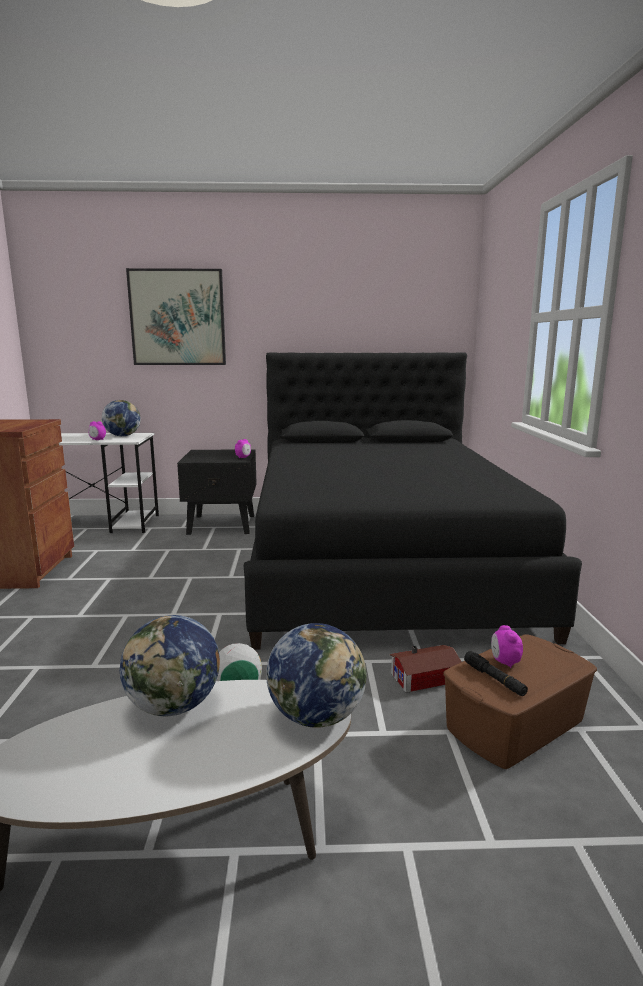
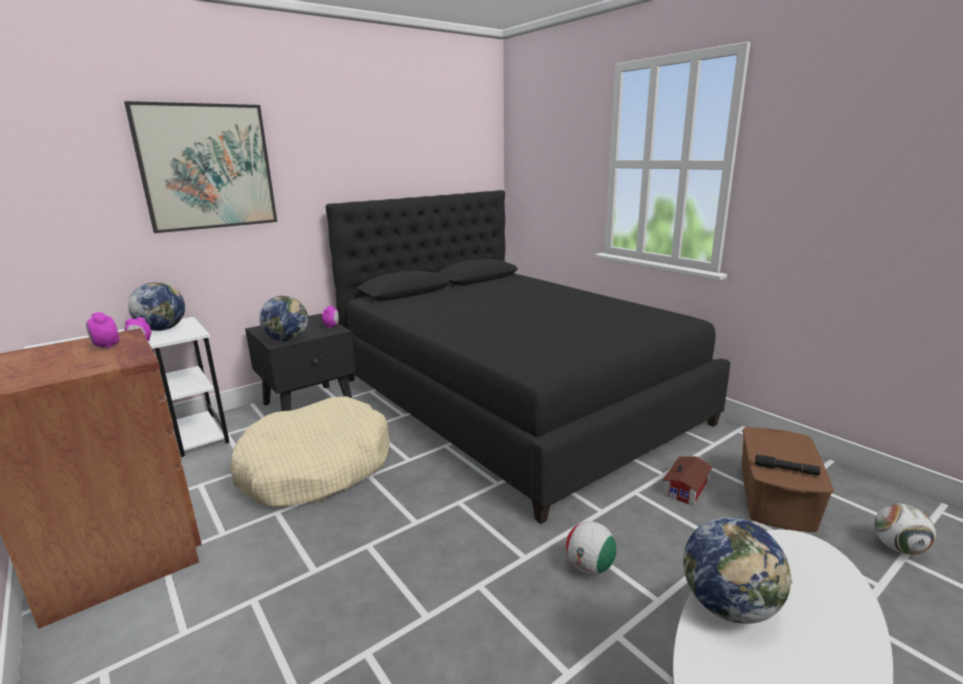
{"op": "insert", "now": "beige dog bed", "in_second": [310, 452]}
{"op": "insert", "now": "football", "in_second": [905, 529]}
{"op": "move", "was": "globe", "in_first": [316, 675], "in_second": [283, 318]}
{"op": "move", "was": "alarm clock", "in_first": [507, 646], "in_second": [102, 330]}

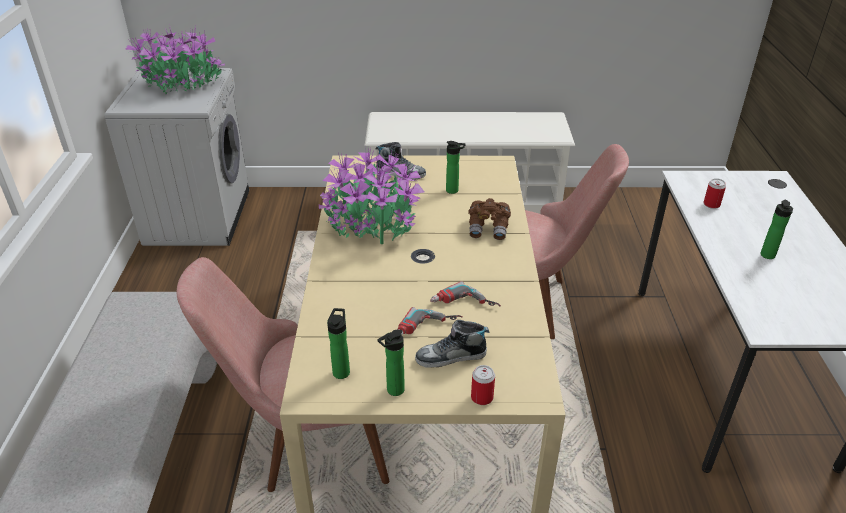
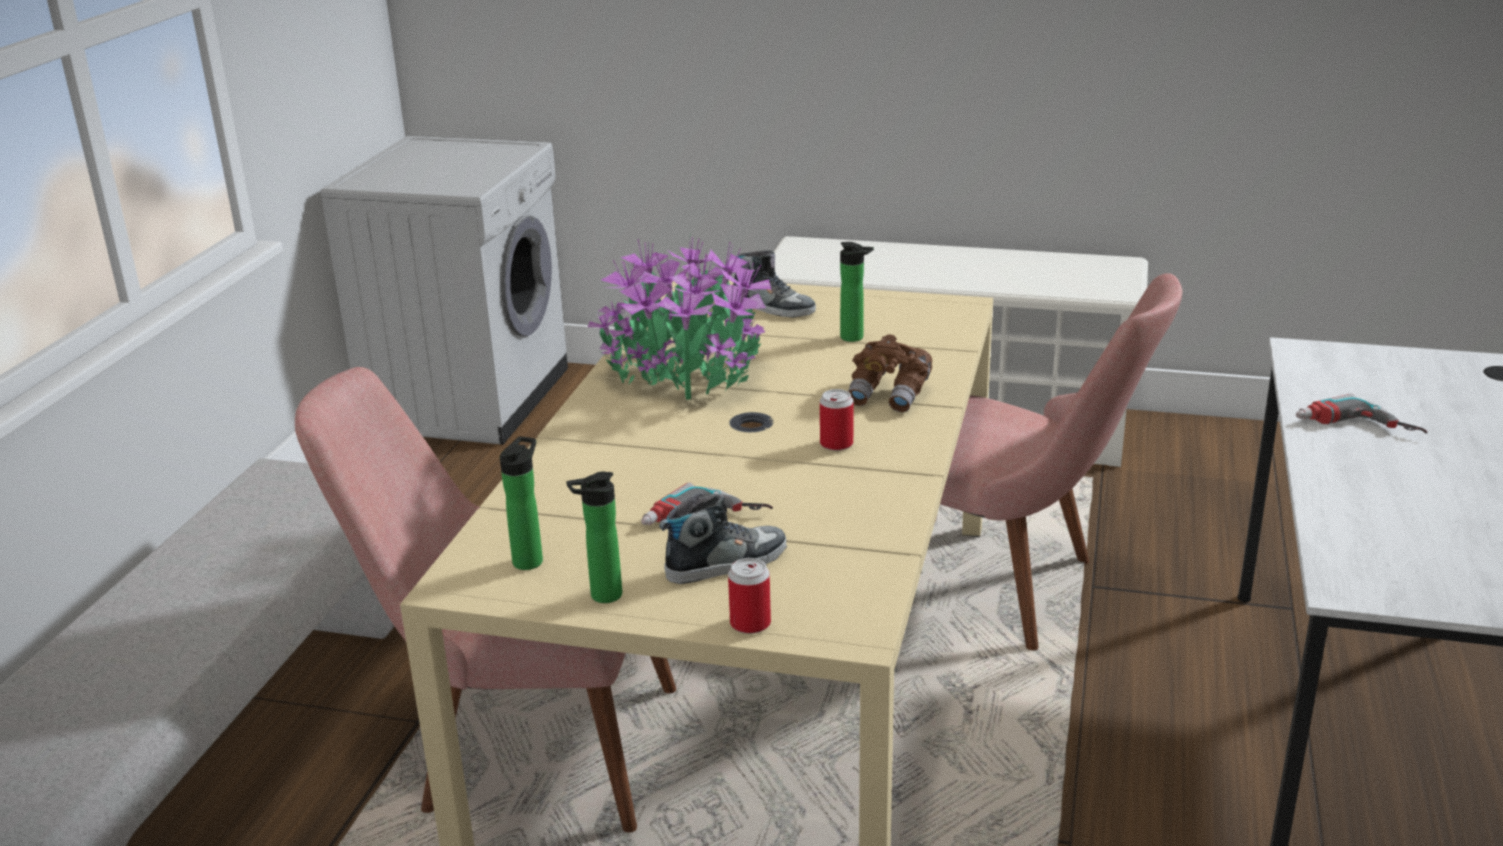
{"op": "delete", "was": "potted plant", "in_first": [175, 60]}
{"op": "delete", "was": "bottle", "in_first": [776, 229]}
{"op": "move", "was": "power drill", "in_first": [465, 294], "in_second": [1362, 413]}
{"op": "move", "was": "can", "in_first": [714, 193], "in_second": [837, 420]}
{"op": "rotate", "was": "shoe", "in_first": [452, 344], "in_second": [723, 538], "clockwise": 150}

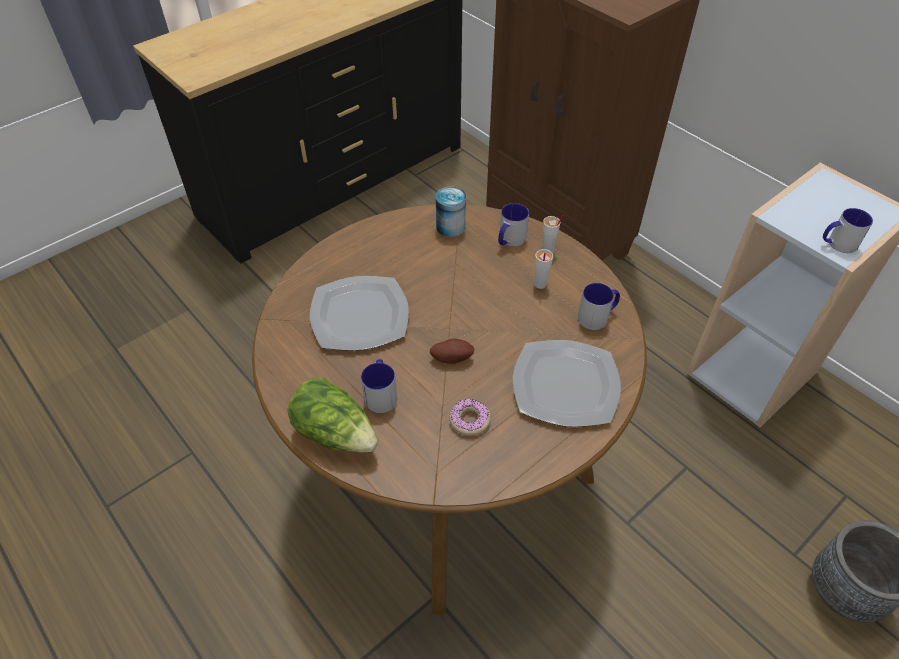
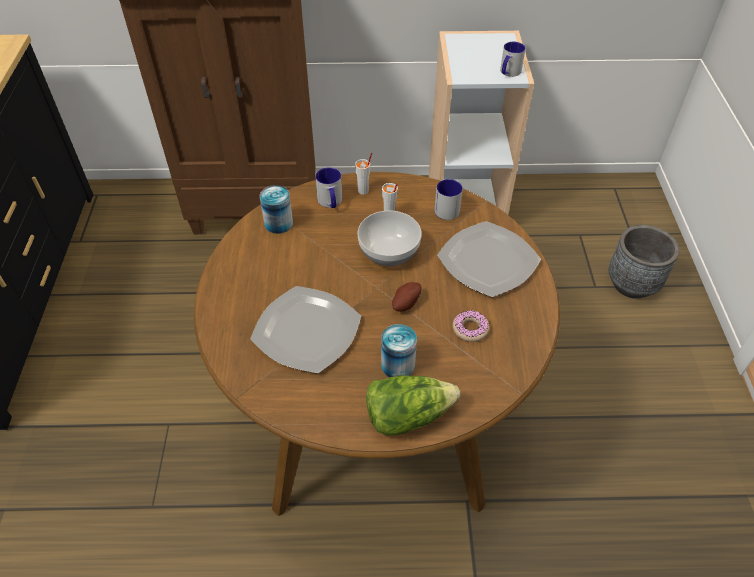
{"op": "insert", "now": "bowl", "in_second": [390, 238]}
{"op": "replace", "was": "mug", "now": "can", "in_first": [379, 386], "in_second": [399, 350]}

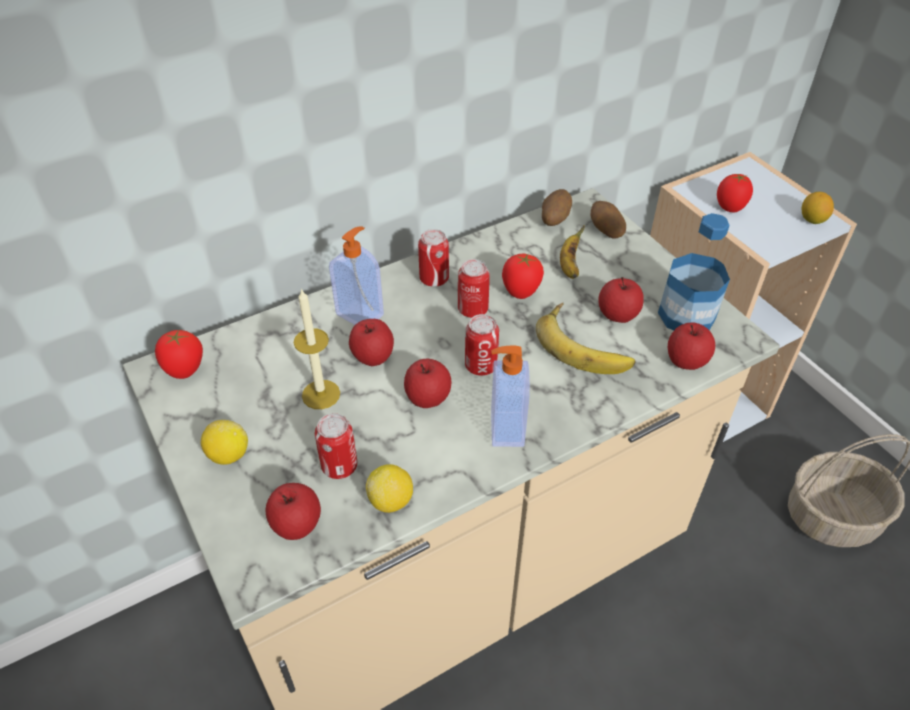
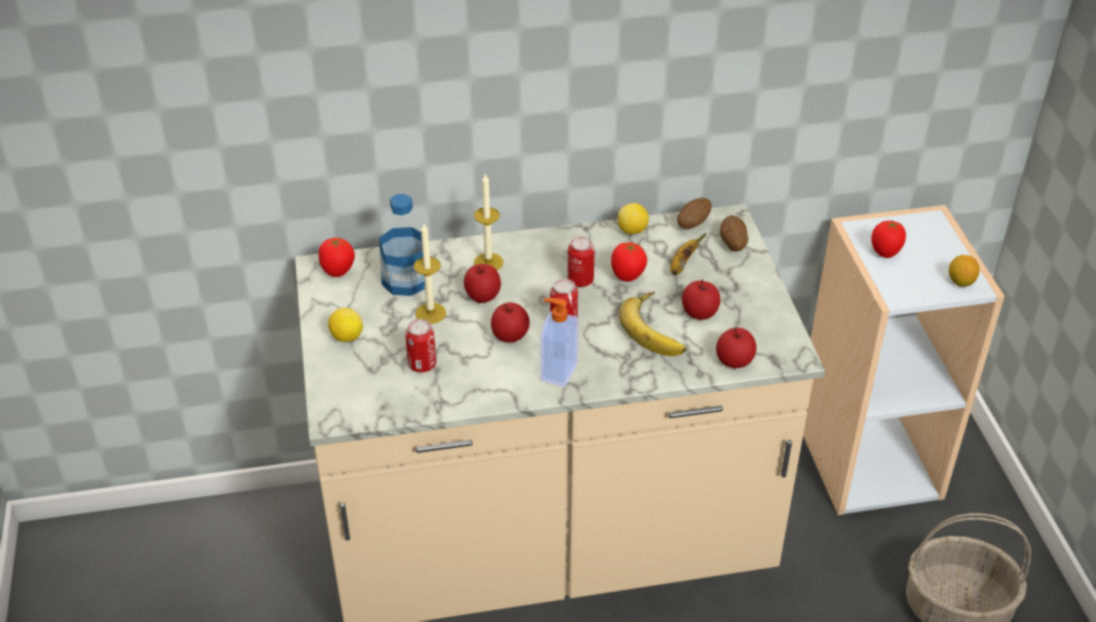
{"op": "delete", "was": "apple", "in_first": [293, 511]}
{"op": "delete", "was": "can", "in_first": [433, 258]}
{"op": "move", "was": "lemon", "in_first": [389, 488], "in_second": [633, 218]}
{"op": "move", "was": "bottle", "in_first": [694, 272], "in_second": [402, 245]}
{"op": "replace", "was": "soap dispenser", "now": "candle", "in_first": [356, 275], "in_second": [488, 222]}

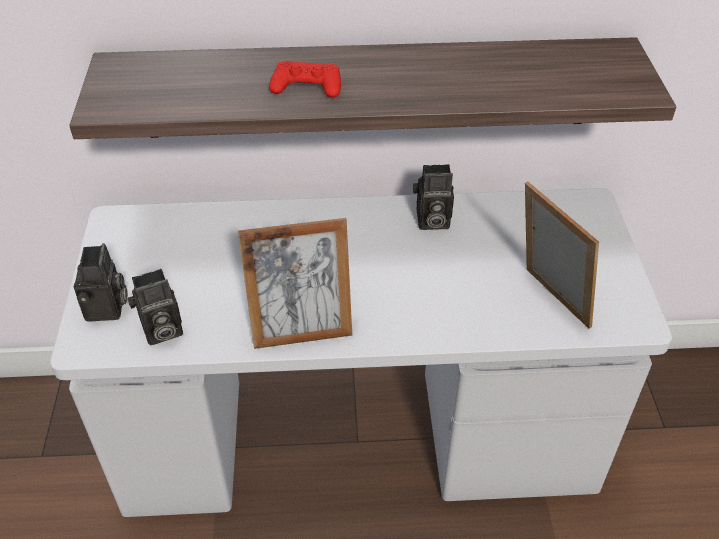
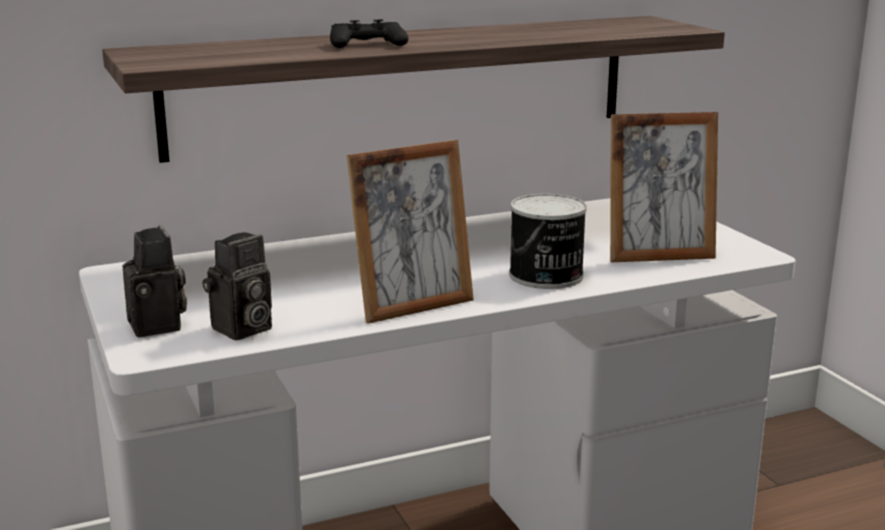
{"op": "delete", "was": "photo camera", "in_first": [433, 197]}
{"op": "insert", "now": "can", "in_second": [548, 241]}
{"op": "recolor", "was": "red game controller", "now": "black game controller", "in_first": [305, 79], "in_second": [369, 34]}
{"op": "rotate", "was": "picture frame", "in_first": [562, 255], "in_second": [664, 187], "clockwise": 135}

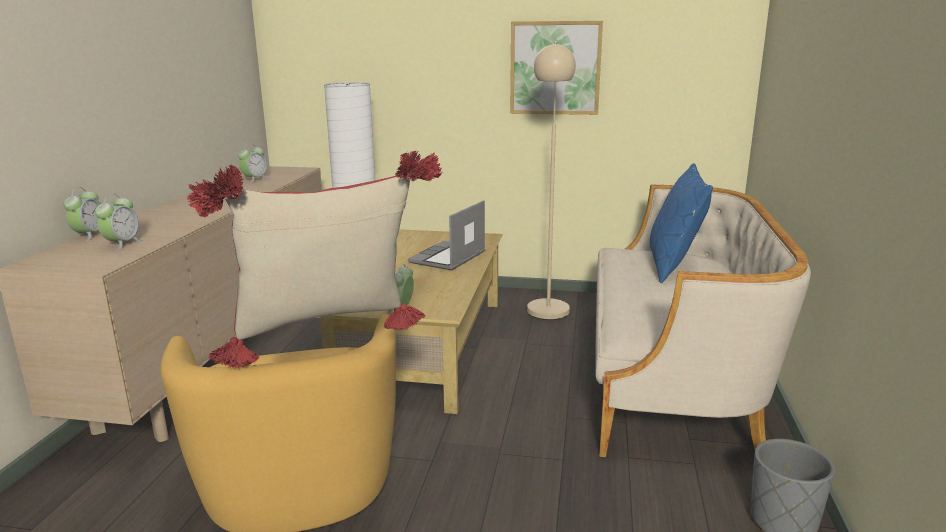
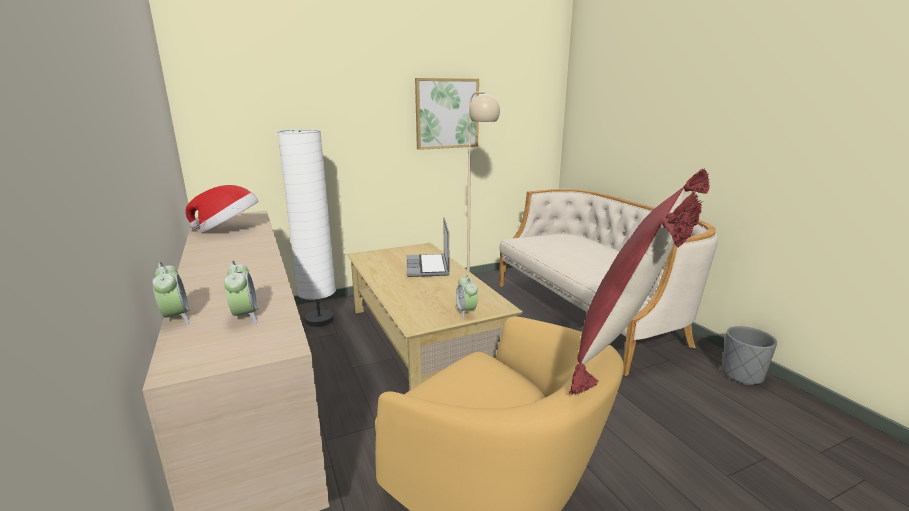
{"op": "delete", "was": "blue pillow", "in_first": [681, 223]}
{"op": "replace", "was": "alarm clock", "now": "hat", "in_first": [253, 163], "in_second": [222, 208]}

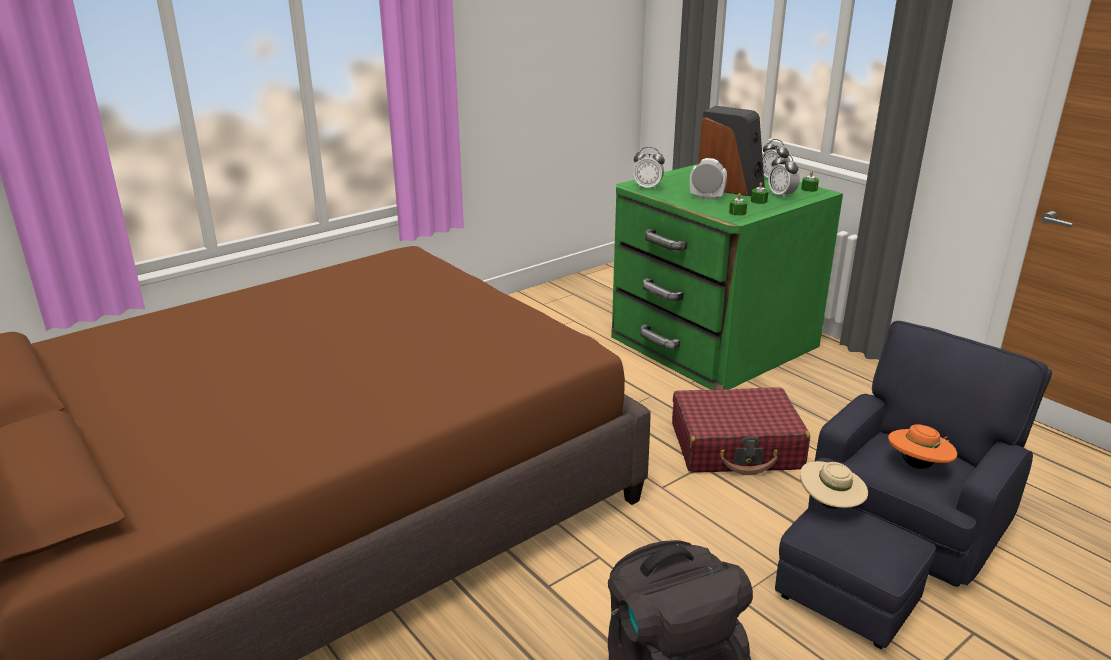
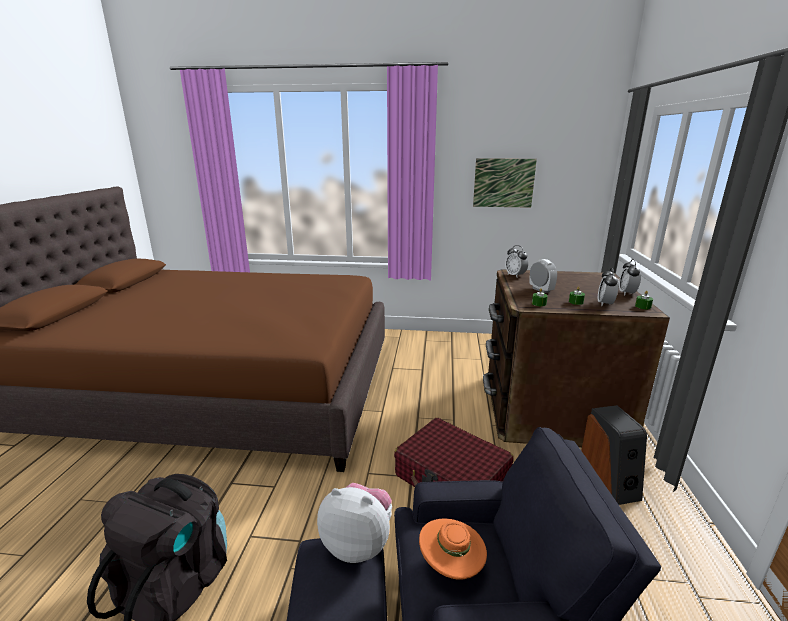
{"op": "insert", "now": "picture", "in_second": [505, 183]}
{"op": "move", "was": "speaker", "in_first": [731, 151], "in_second": [614, 455]}
{"op": "replace", "was": "beige hat", "now": "plush toy", "in_first": [834, 485], "in_second": [354, 523]}
{"op": "recolor", "was": "green dresser", "now": "brown dresser", "in_first": [727, 277], "in_second": [576, 358]}

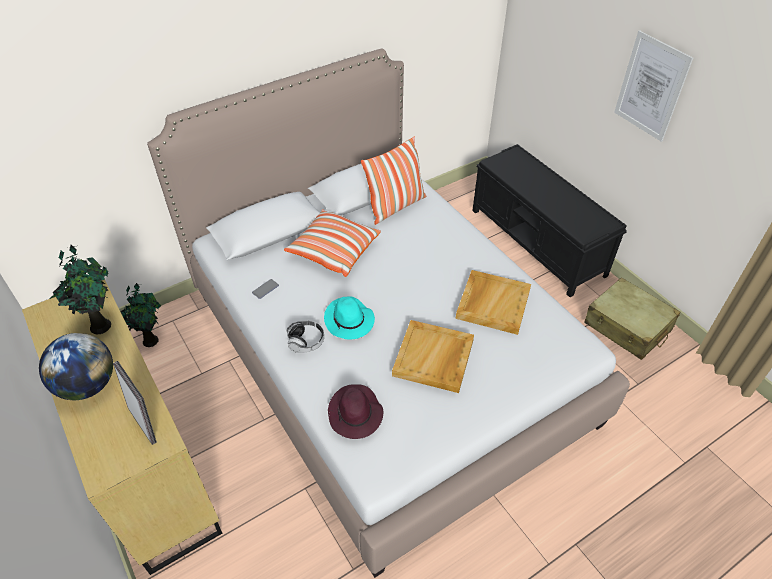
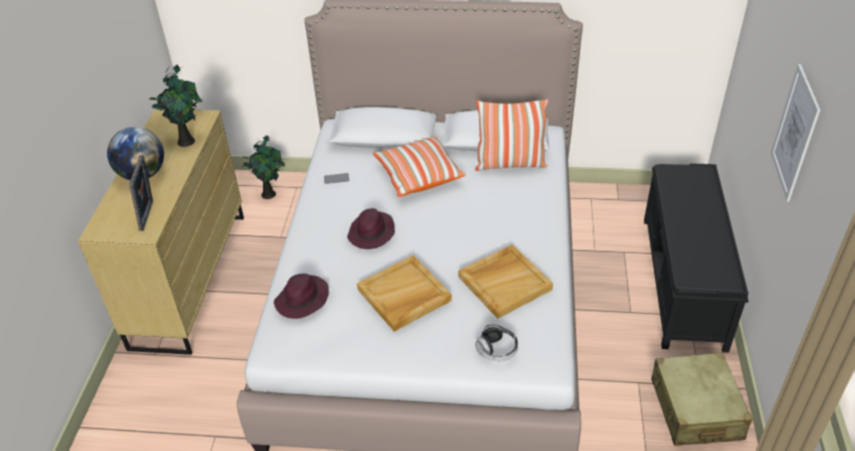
{"op": "move", "was": "headphones", "in_first": [305, 337], "in_second": [496, 342]}
{"op": "recolor", "was": "turquoise hat", "now": "purple hat", "in_first": [349, 317], "in_second": [371, 228]}

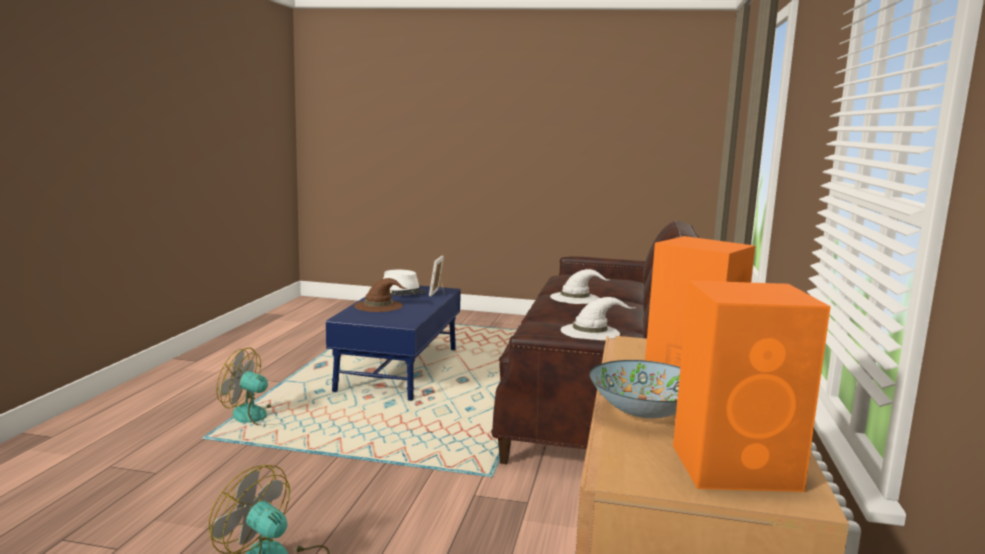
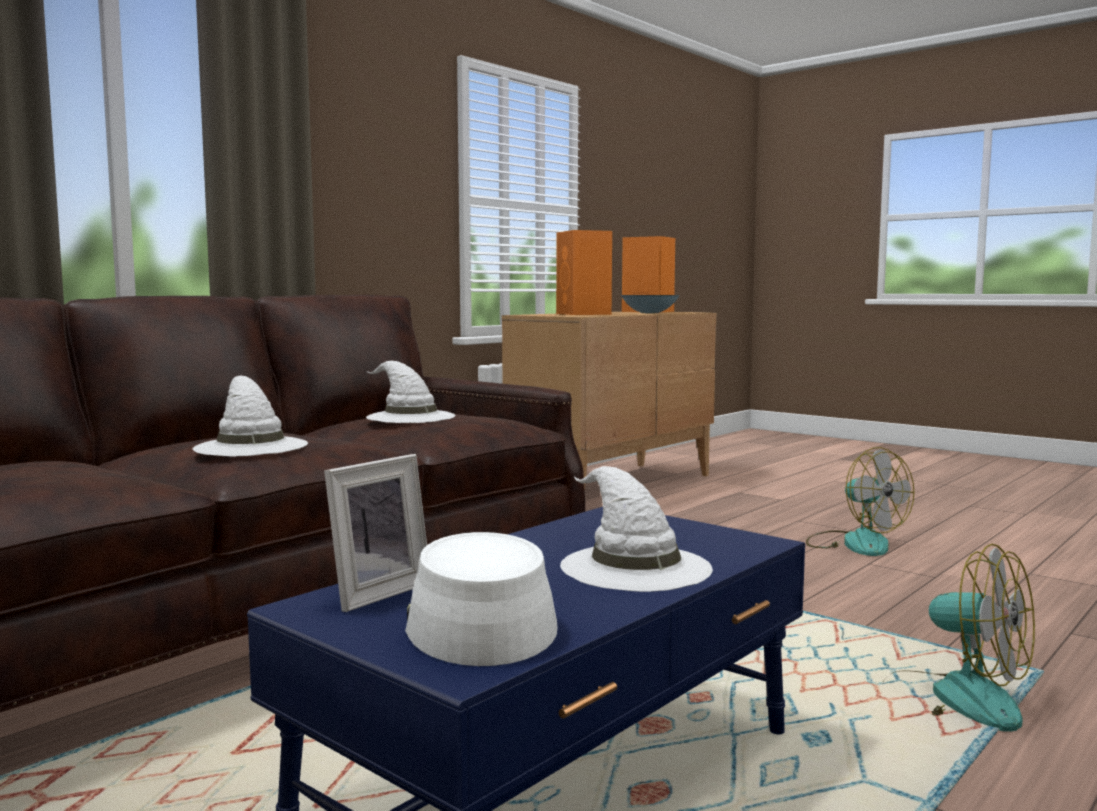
{"op": "recolor", "was": "brown hat", "now": "white hat", "in_first": [380, 295], "in_second": [636, 529]}

